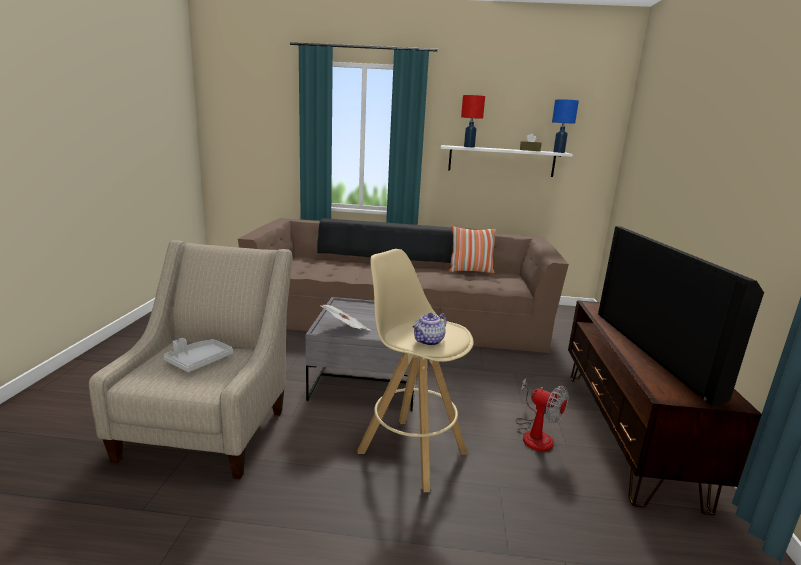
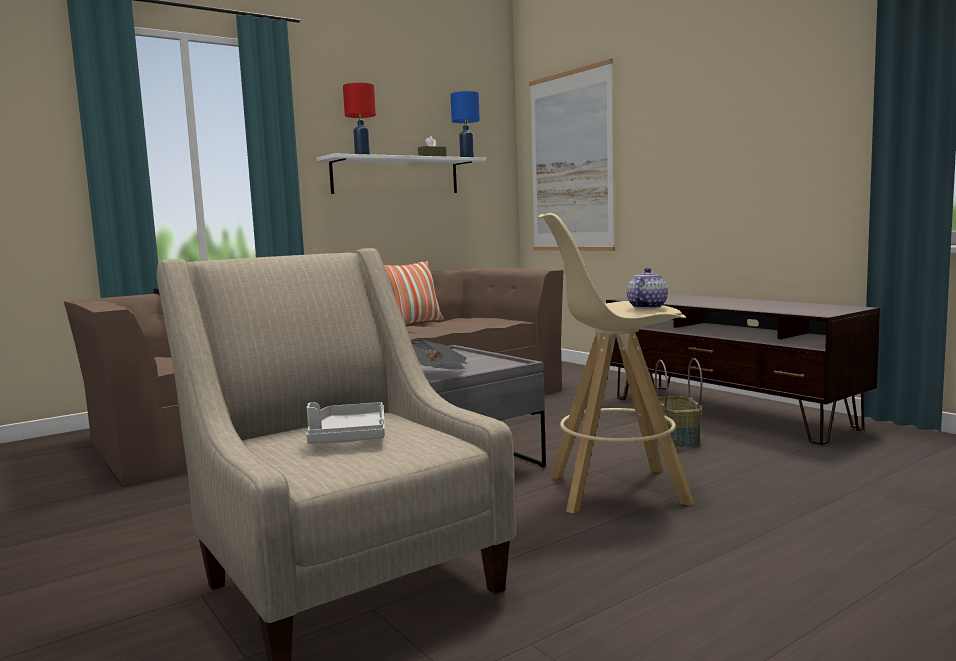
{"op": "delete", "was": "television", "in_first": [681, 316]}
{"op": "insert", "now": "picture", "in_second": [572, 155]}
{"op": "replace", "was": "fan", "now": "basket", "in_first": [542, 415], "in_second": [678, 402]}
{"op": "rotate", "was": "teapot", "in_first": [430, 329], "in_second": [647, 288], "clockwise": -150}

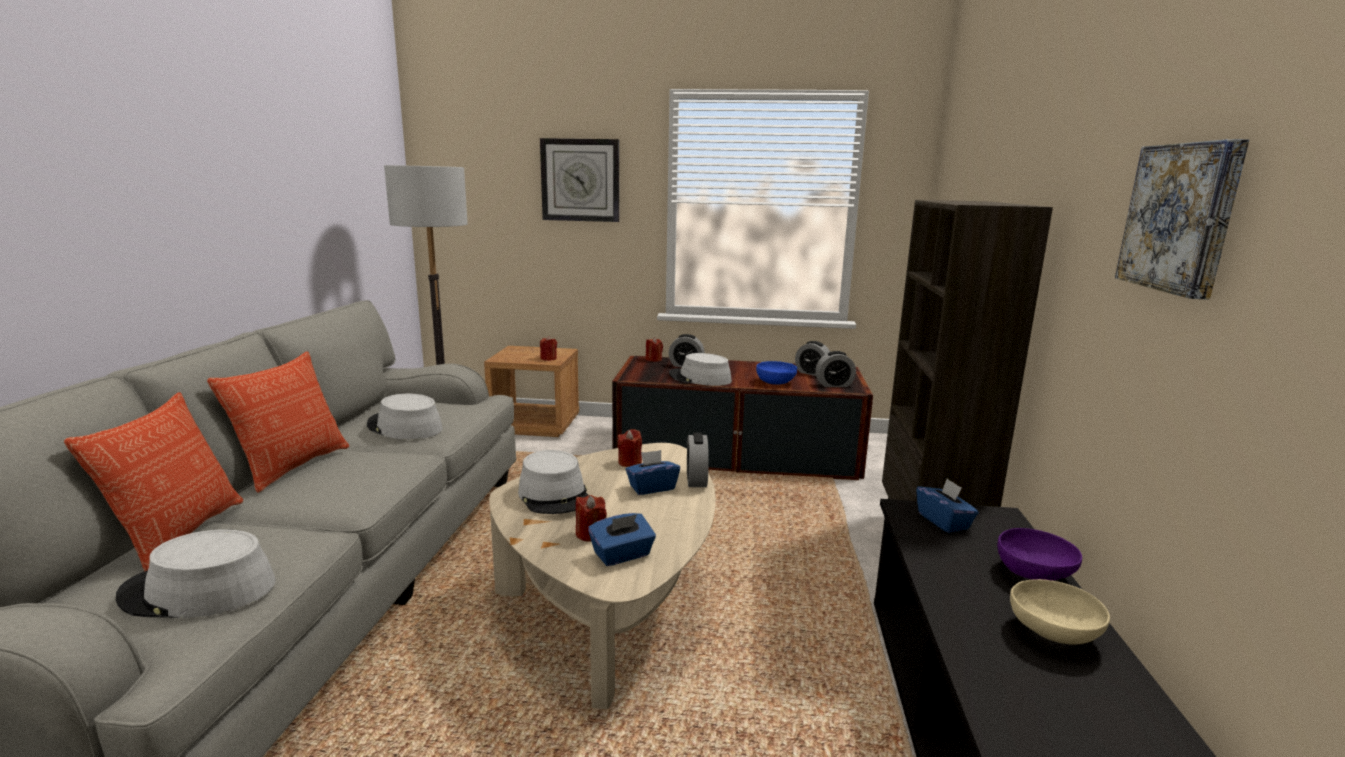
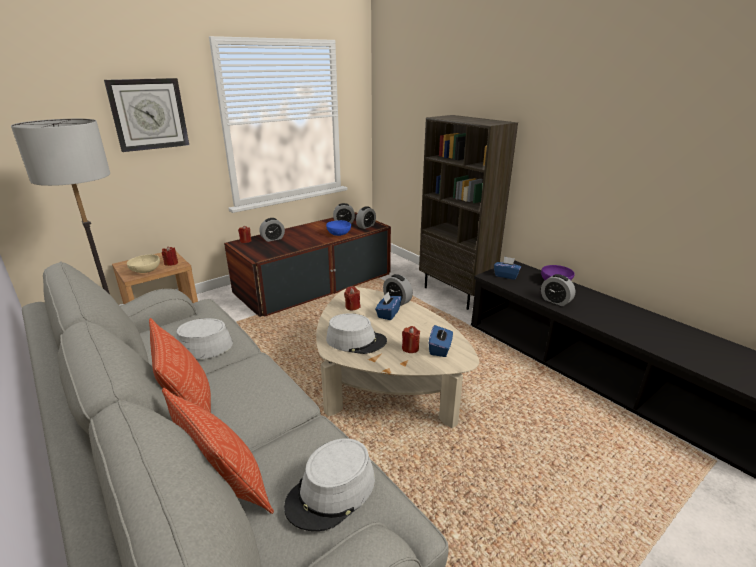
{"op": "delete", "was": "grey hat", "in_first": [700, 369]}
{"op": "delete", "was": "picture", "in_first": [1182, 219]}
{"op": "insert", "now": "alarm clock", "in_second": [558, 290]}
{"op": "move", "was": "beige bowl", "in_first": [1060, 612], "in_second": [143, 263]}

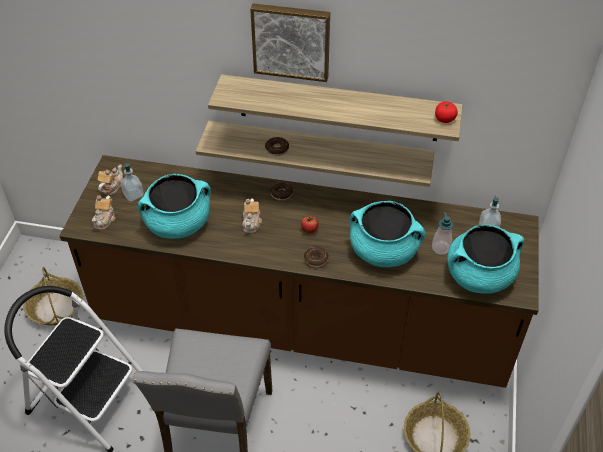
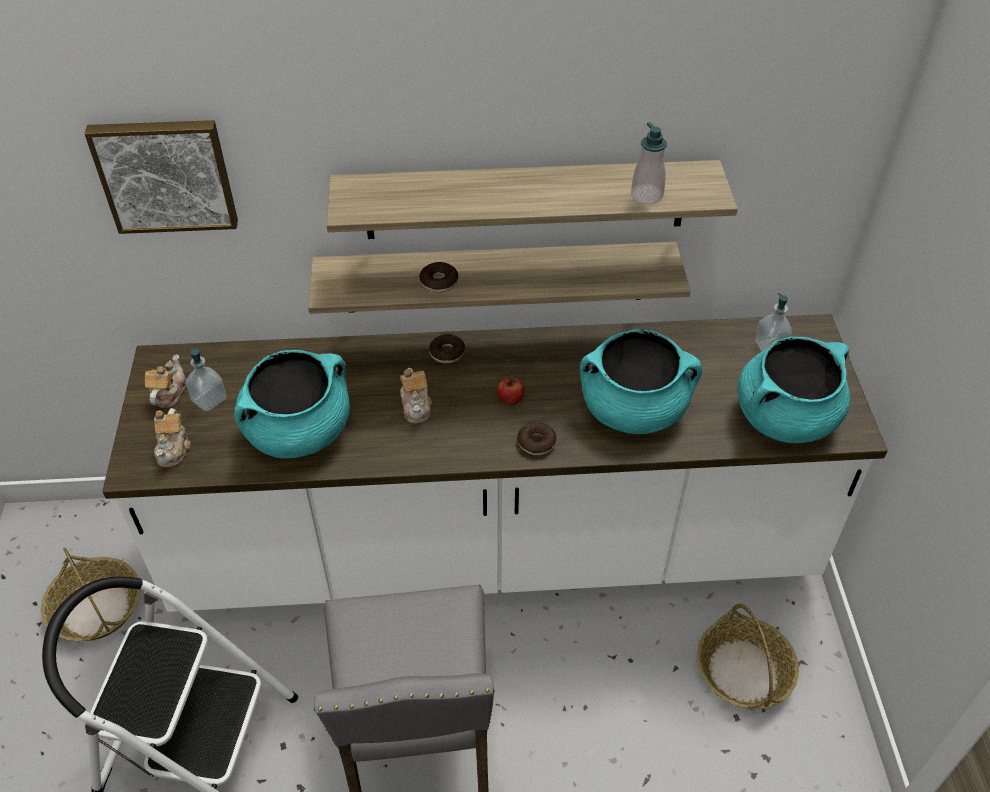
{"op": "delete", "was": "tomato", "in_first": [446, 112]}
{"op": "move", "was": "picture", "in_first": [290, 42], "in_second": [161, 177]}
{"op": "move", "was": "soap dispenser", "in_first": [442, 233], "in_second": [649, 163]}
{"op": "recolor", "was": "brown counter", "now": "white counter", "in_first": [299, 271], "in_second": [495, 463]}

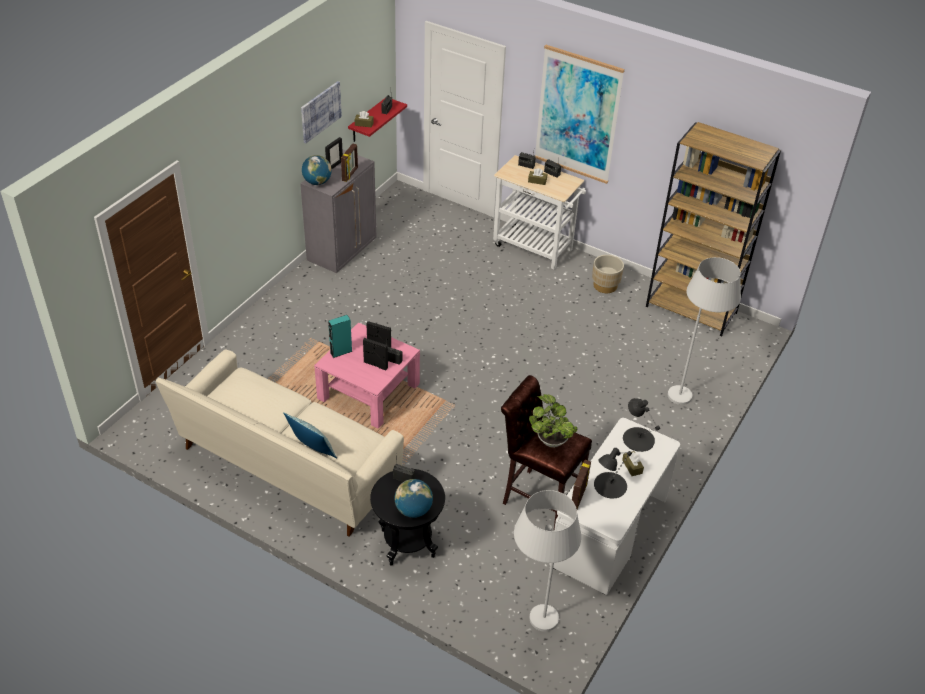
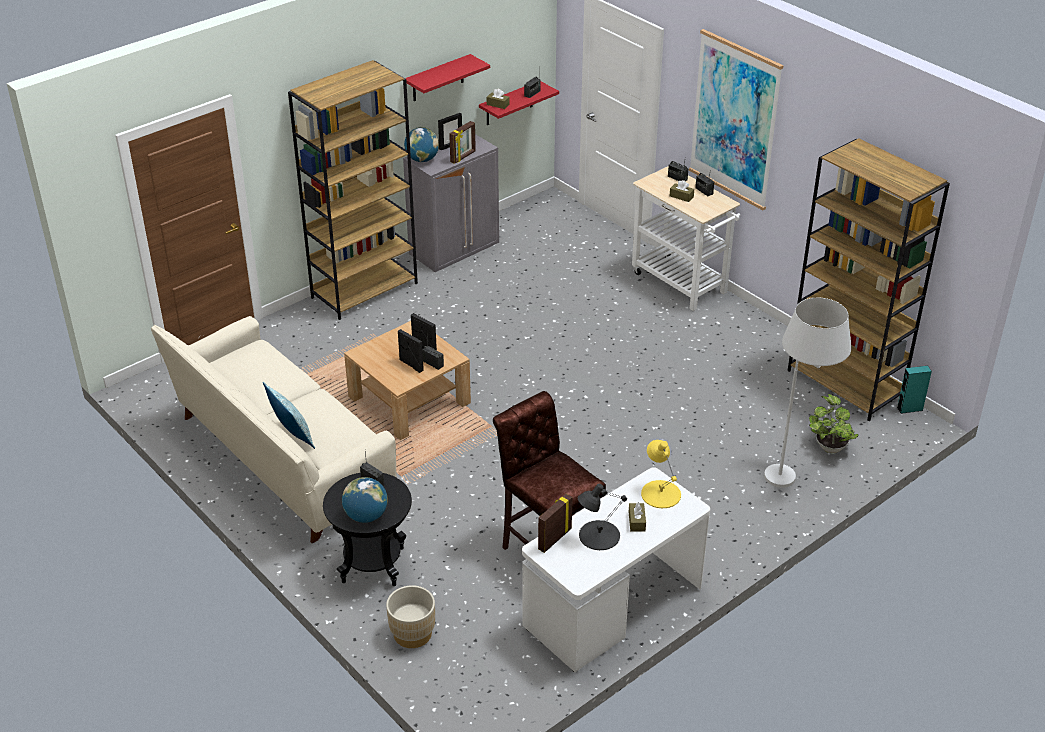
{"op": "delete", "was": "white floor lamp", "in_first": [547, 561]}
{"op": "insert", "now": "brown bookcase", "in_second": [353, 190]}
{"op": "move", "was": "turquoise speaker", "in_first": [340, 336], "in_second": [914, 390]}
{"op": "move", "was": "potted plant", "in_first": [553, 421], "in_second": [834, 423]}
{"op": "move", "was": "beige planter", "in_first": [608, 274], "in_second": [410, 616]}
{"op": "replace", "was": "picture", "now": "red shelf", "in_first": [321, 112], "in_second": [447, 77]}
{"op": "recolor", "was": "pink coffee table", "now": "brown coffee table", "in_first": [367, 375], "in_second": [407, 380]}
{"op": "recolor", "was": "black table lamp", "now": "yellow table lamp", "in_first": [641, 425], "in_second": [661, 474]}

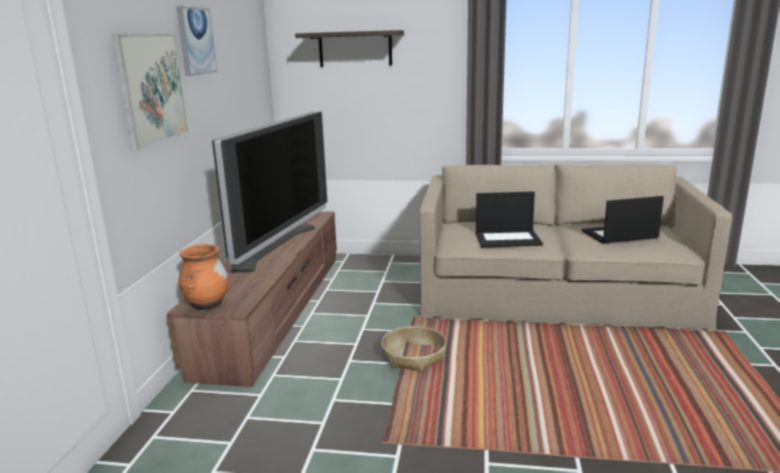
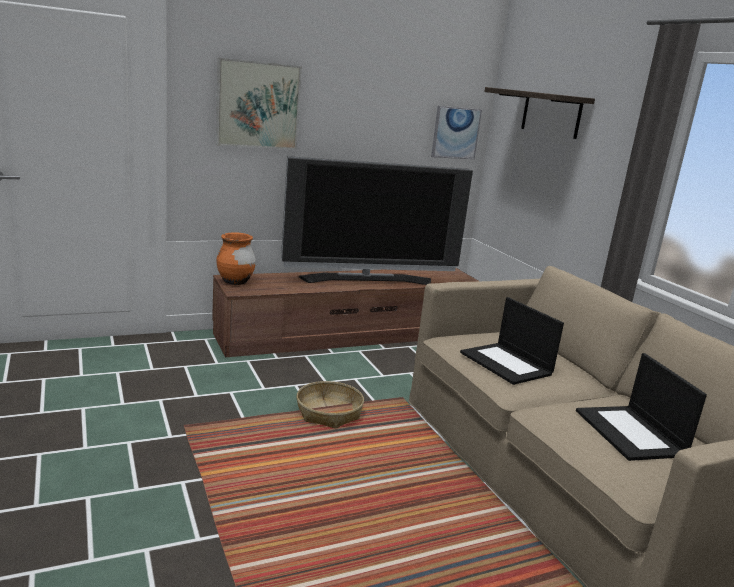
{"op": "move", "was": "picture", "in_first": [196, 41], "in_second": [456, 132]}
{"op": "rotate", "was": "laptop", "in_first": [623, 220], "in_second": [641, 407], "clockwise": -150}

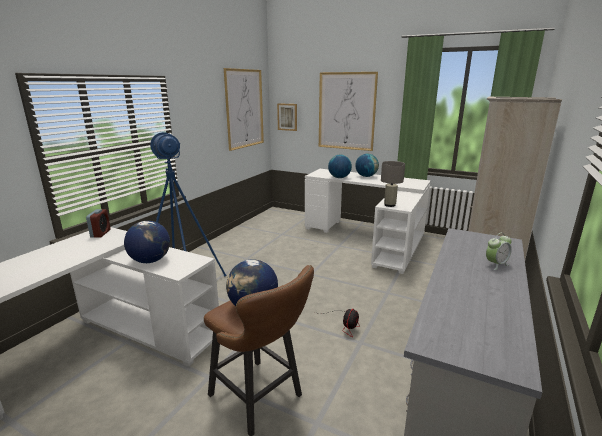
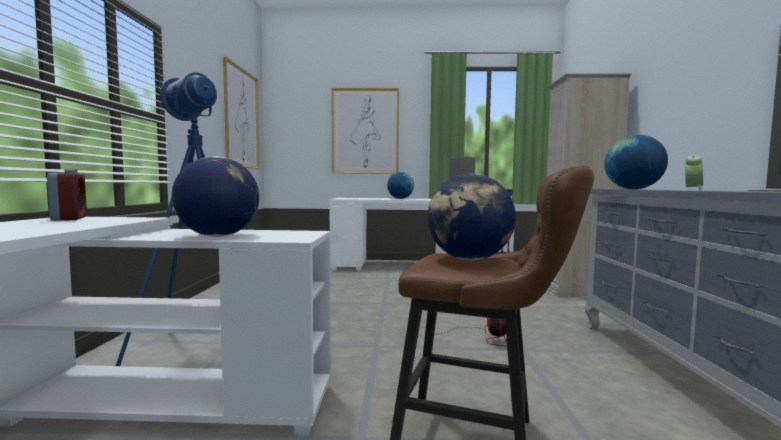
{"op": "delete", "was": "picture", "in_first": [287, 117]}
{"op": "move", "was": "globe", "in_first": [340, 166], "in_second": [636, 162]}

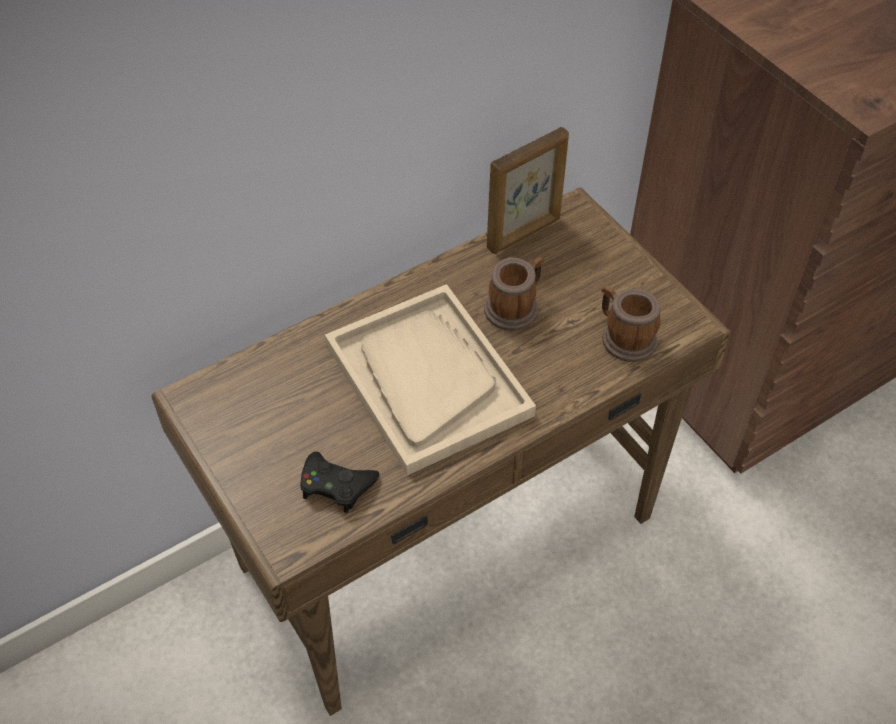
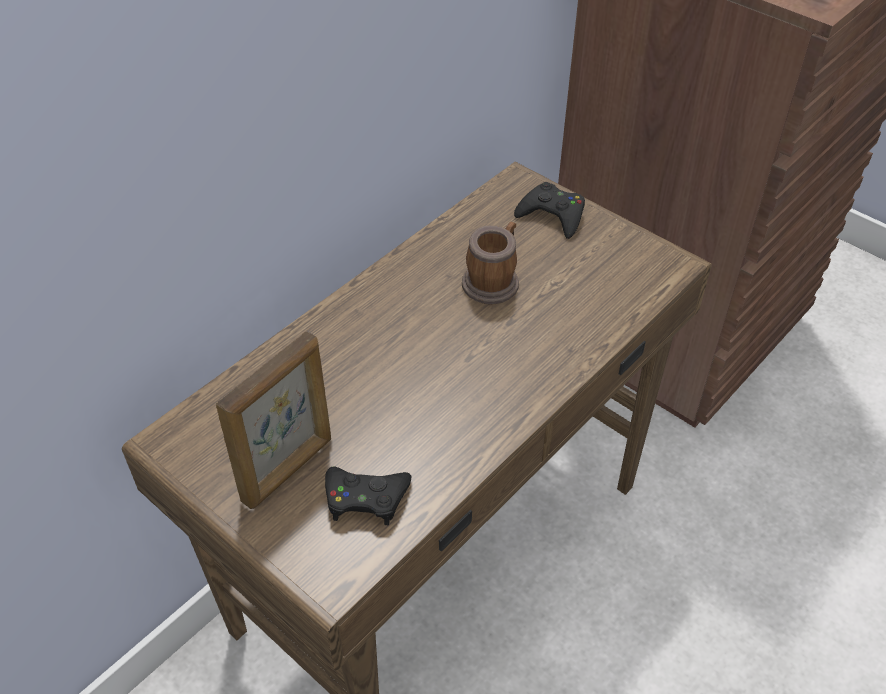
{"op": "delete", "was": "beige tray", "in_first": [430, 380]}
{"op": "delete", "was": "mug", "in_first": [631, 324]}
{"op": "insert", "now": "black game controller", "in_second": [549, 210]}
{"op": "move", "was": "picture frame", "in_first": [528, 190], "in_second": [273, 420]}

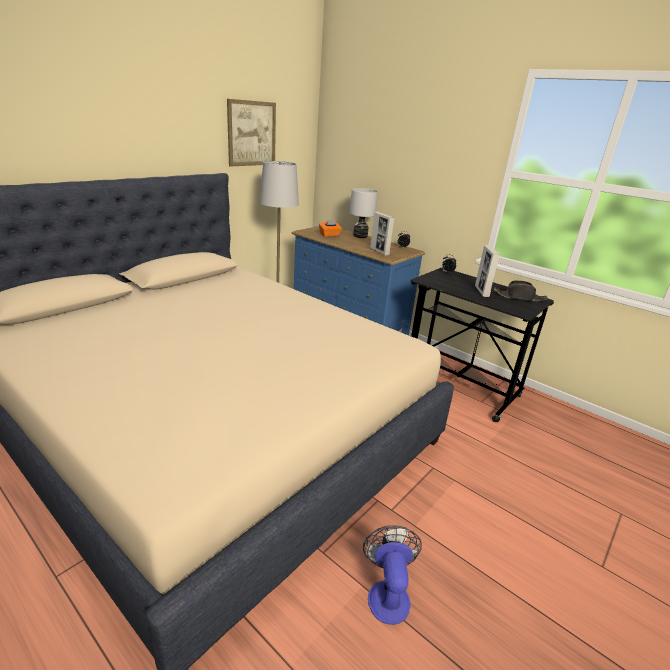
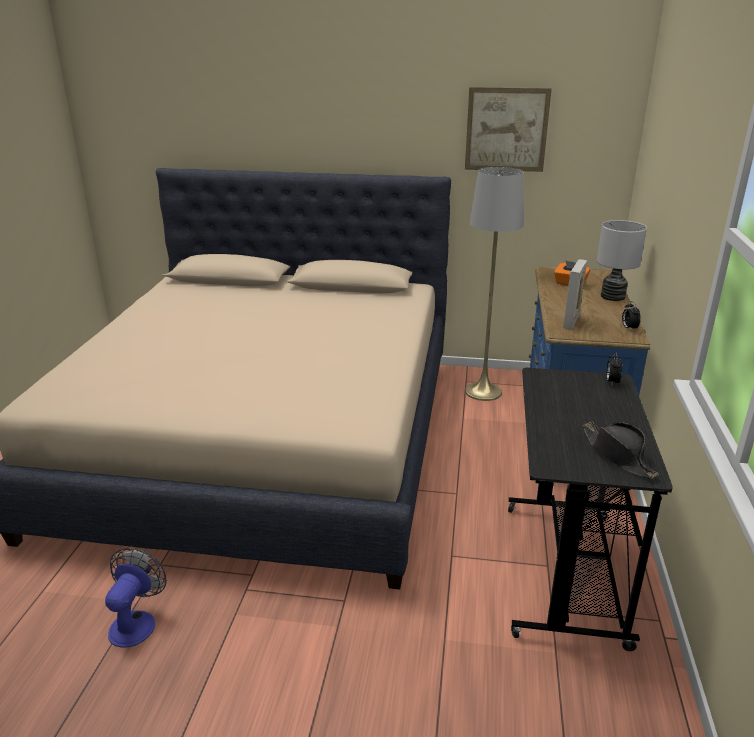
{"op": "delete", "was": "picture frame", "in_first": [487, 271]}
{"op": "rotate", "was": "fan", "in_first": [392, 575], "in_second": [136, 598], "clockwise": -45}

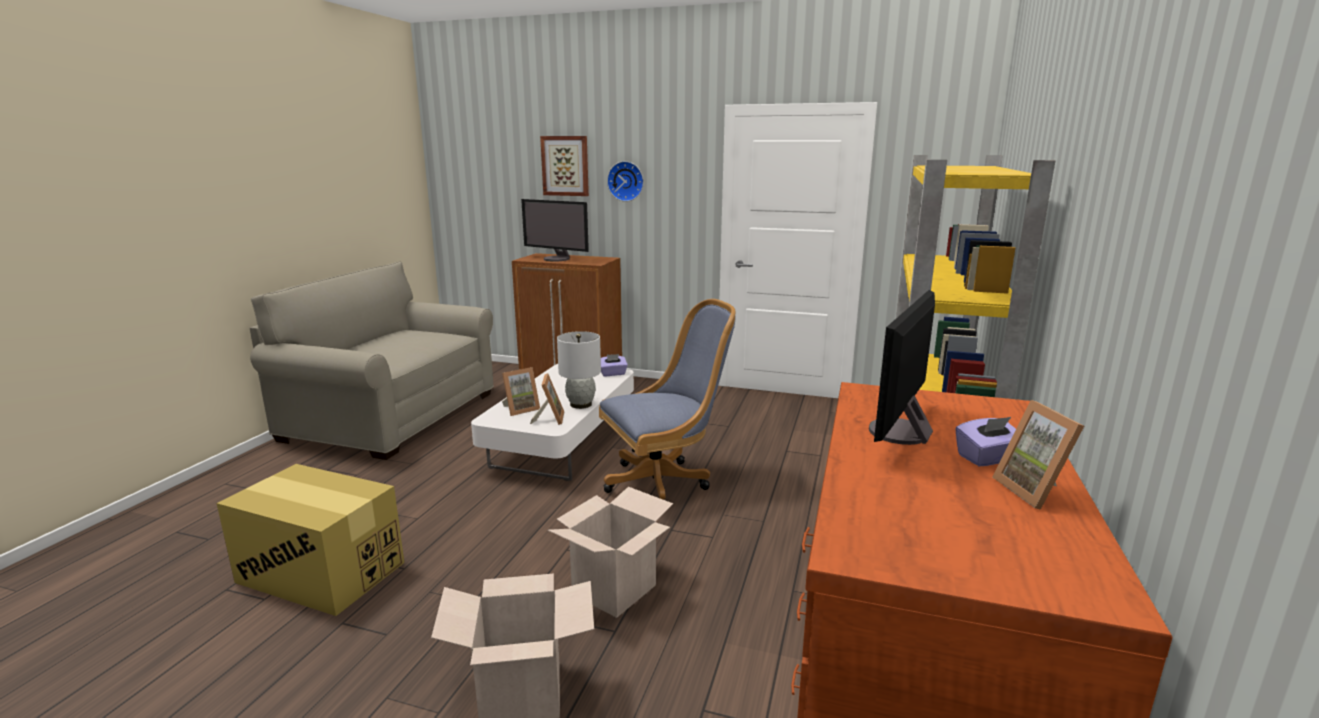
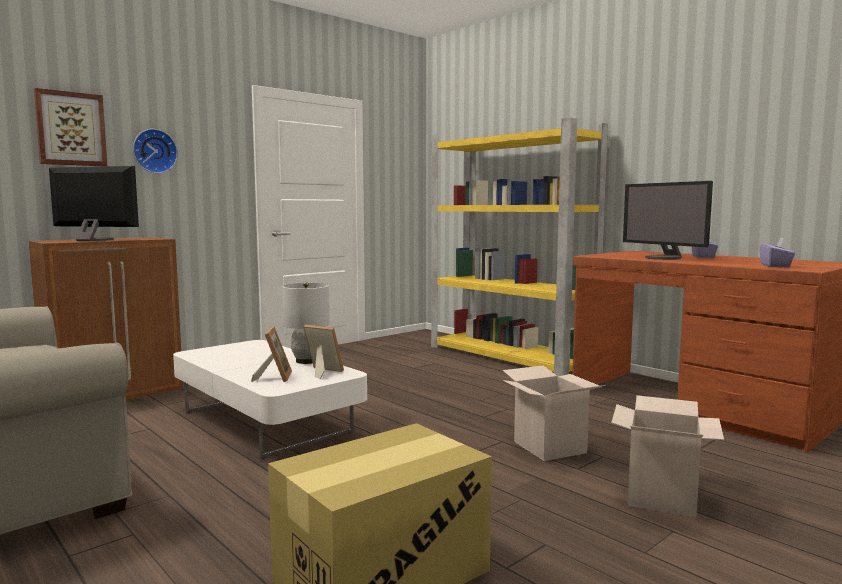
{"op": "delete", "was": "blue office chair", "in_first": [667, 399]}
{"op": "delete", "was": "picture frame", "in_first": [1038, 455]}
{"op": "move", "was": "purple tissue box", "in_first": [614, 365], "in_second": [777, 252]}
{"op": "rotate", "was": "monitor", "in_first": [555, 230], "in_second": [94, 203], "clockwise": -135}

